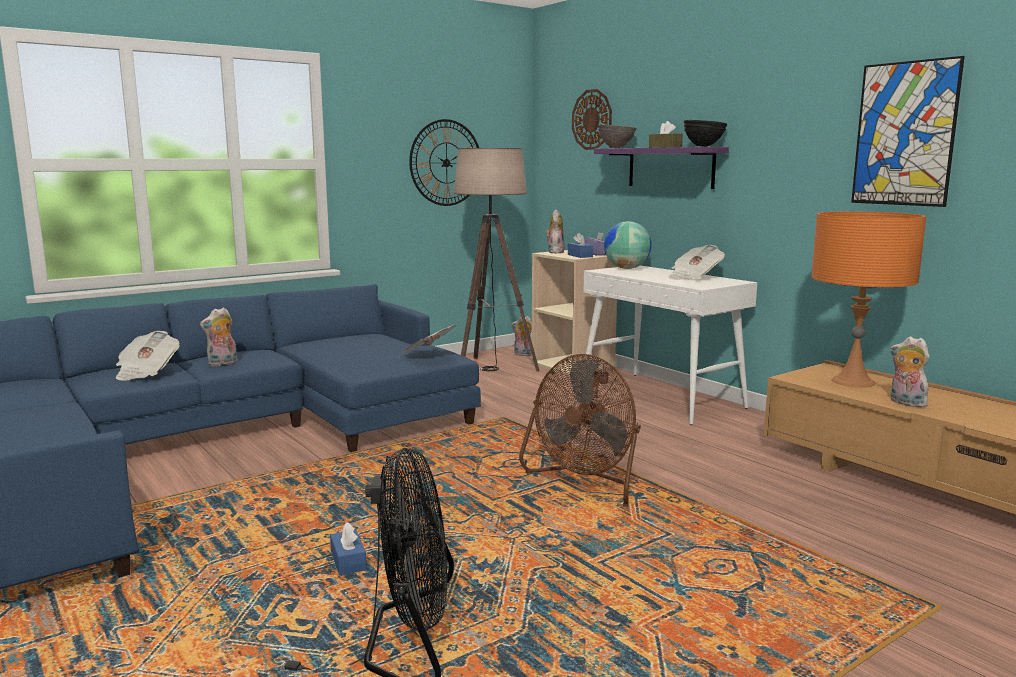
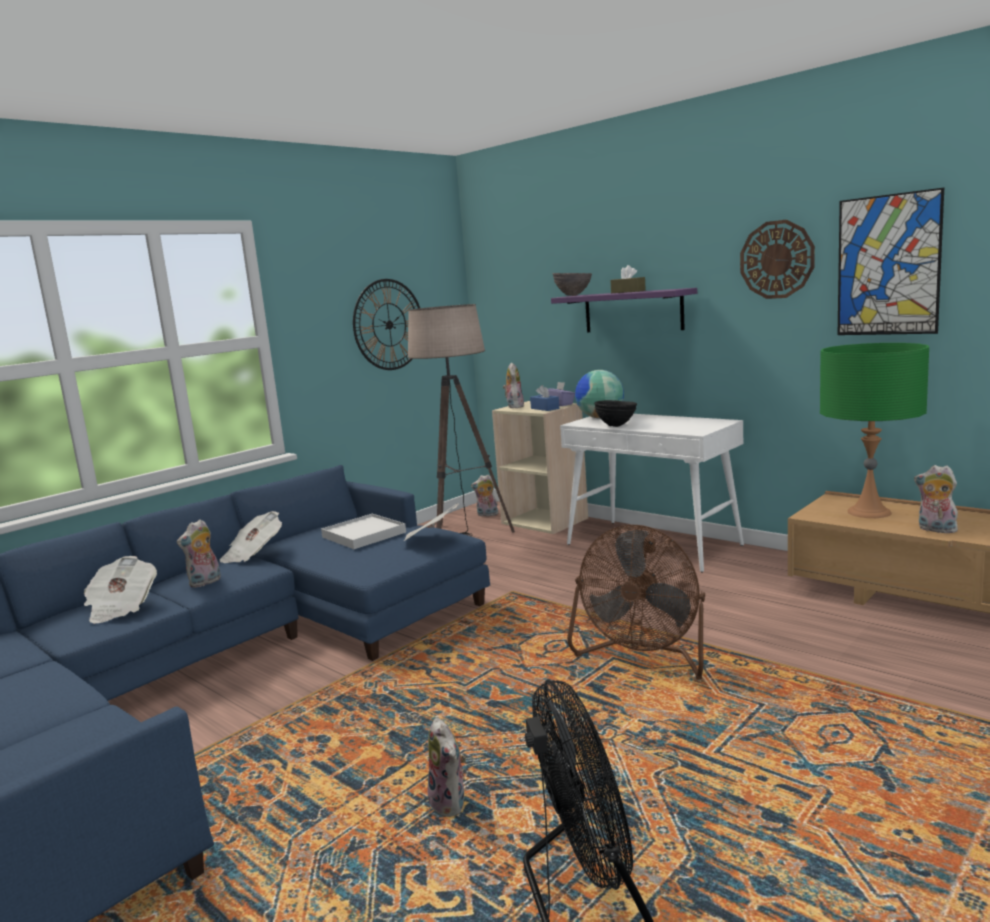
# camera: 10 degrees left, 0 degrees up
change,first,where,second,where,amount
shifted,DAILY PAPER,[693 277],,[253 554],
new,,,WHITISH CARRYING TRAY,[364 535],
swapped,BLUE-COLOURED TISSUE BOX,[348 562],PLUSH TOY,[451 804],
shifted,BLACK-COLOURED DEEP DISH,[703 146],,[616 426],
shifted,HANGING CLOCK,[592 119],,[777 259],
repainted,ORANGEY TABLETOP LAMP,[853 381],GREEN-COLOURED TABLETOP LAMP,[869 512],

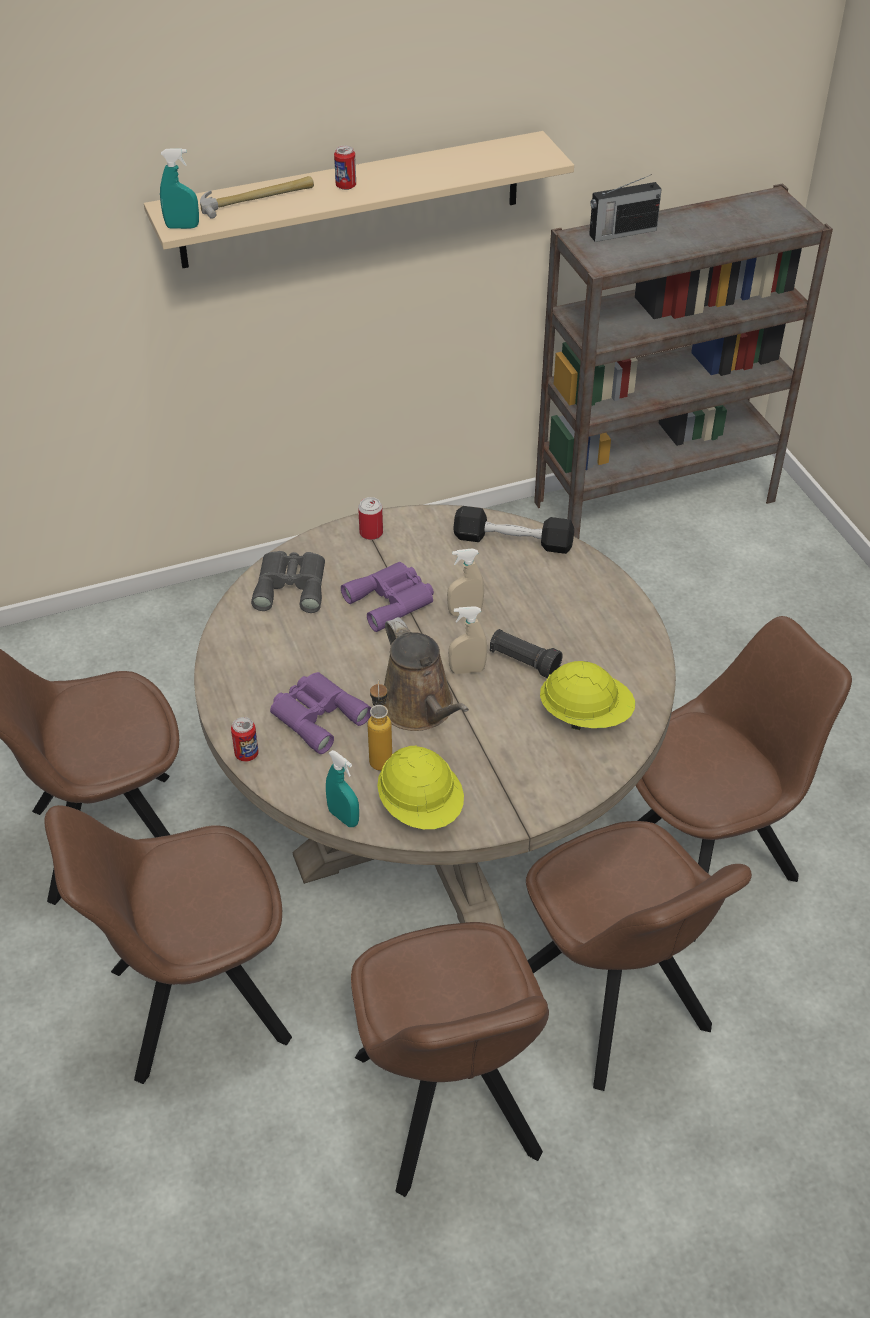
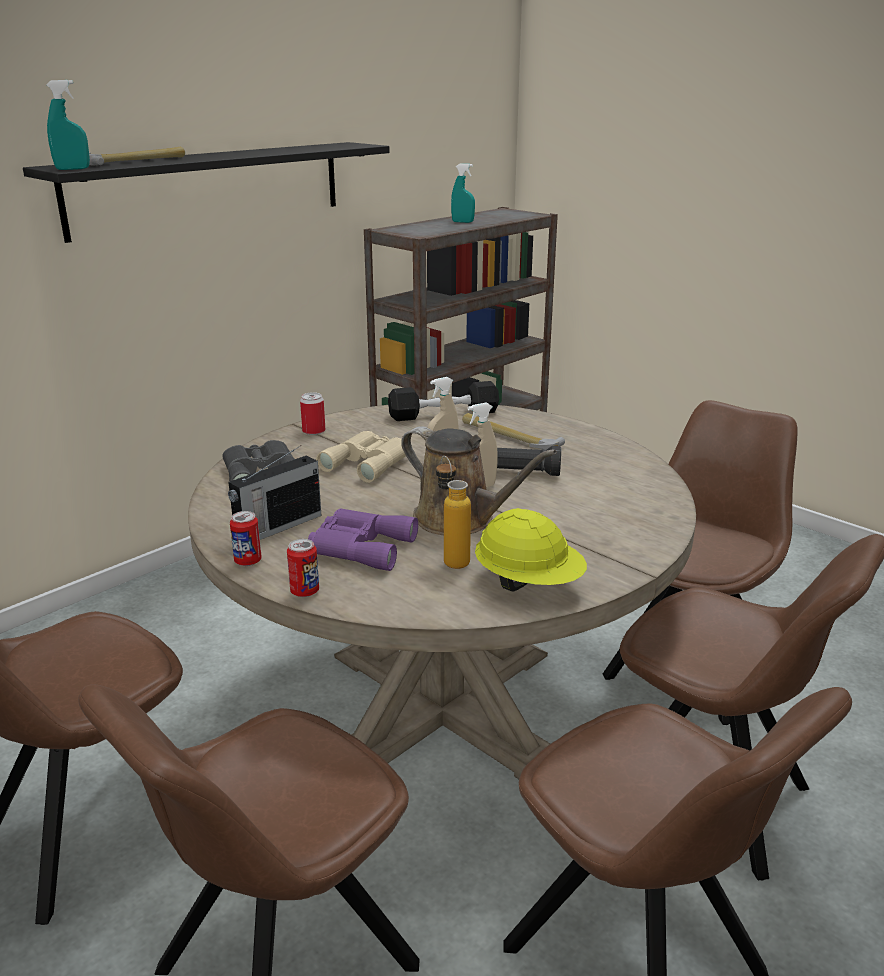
# camera: 25 degrees left, 20 degrees down
change,first,where,second,where,amount
repainted,BEIGE WALL SHELF,[351 200],BLACK-COLOURED WALL SHELF,[211 188],
shifted,RADIO,[621 232],,[277 527],
shifted,METAL CAN,[346 186],,[248 561],
repainted,PURPLE-COLOURED FIELD GLASSES,[392 600],BEIGE FIELD GLASSES,[369 462],
shifted,TURQUOISE HAND SPRAYER,[343 817],,[462 222],
new,,,HAND HAMMER,[508 437],
gone,YELLOW HARD HAT,[585 715],,,

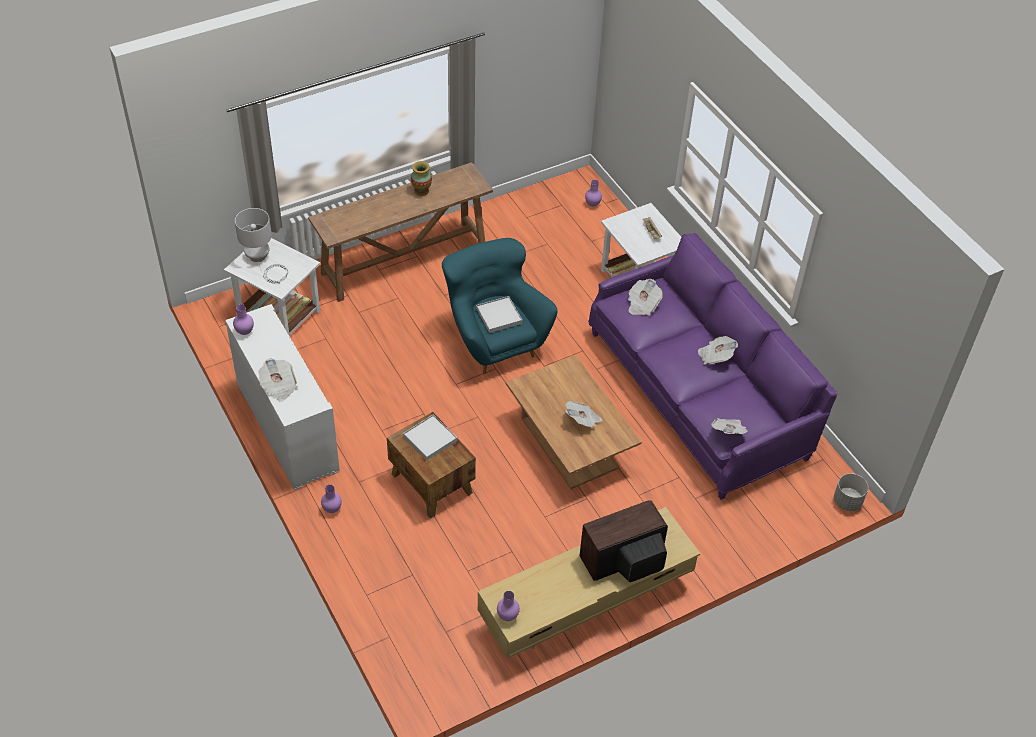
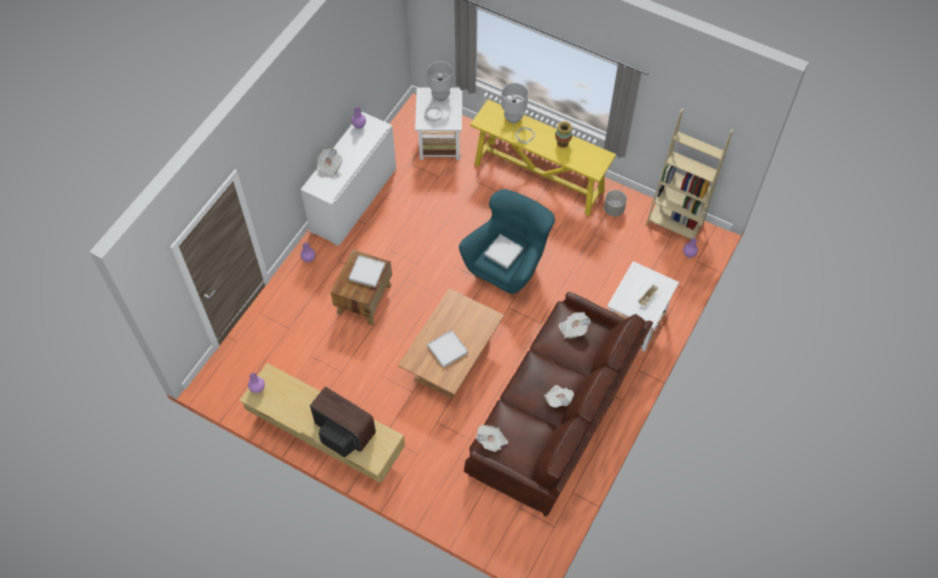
# camera: 60 degrees right, 10 degrees up
change,first,where,second,where,amount
swapped,DAILY PAPER,[583 420],WHITISH CARRYING TRAY,[447 349],
repainted,PURPLE-COLOURED SOFA,[699 393],BROWNISH SOFA,[556 415],
repainted,BROWNISH CONSOLE TABLE,[405 260],YELLOW CONSOLE TABLE,[539 178],
new,,,GRAY TABLETOP LAMP,[517 125],
shifted,GRAY FLOWER POT,[847 501],,[614 210],
new,,,BEIGE BOOKSHELF,[674 223],

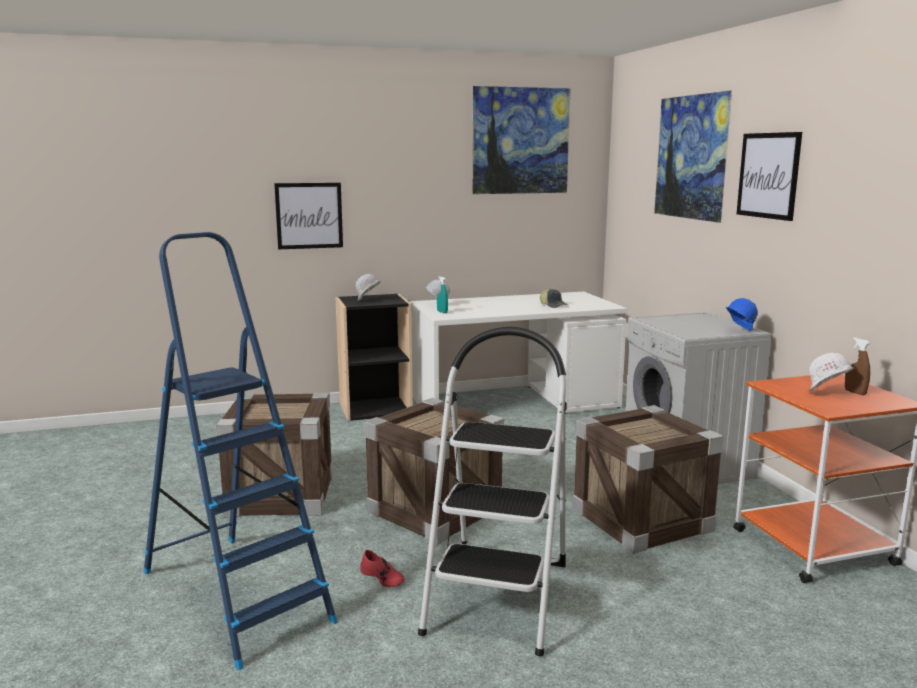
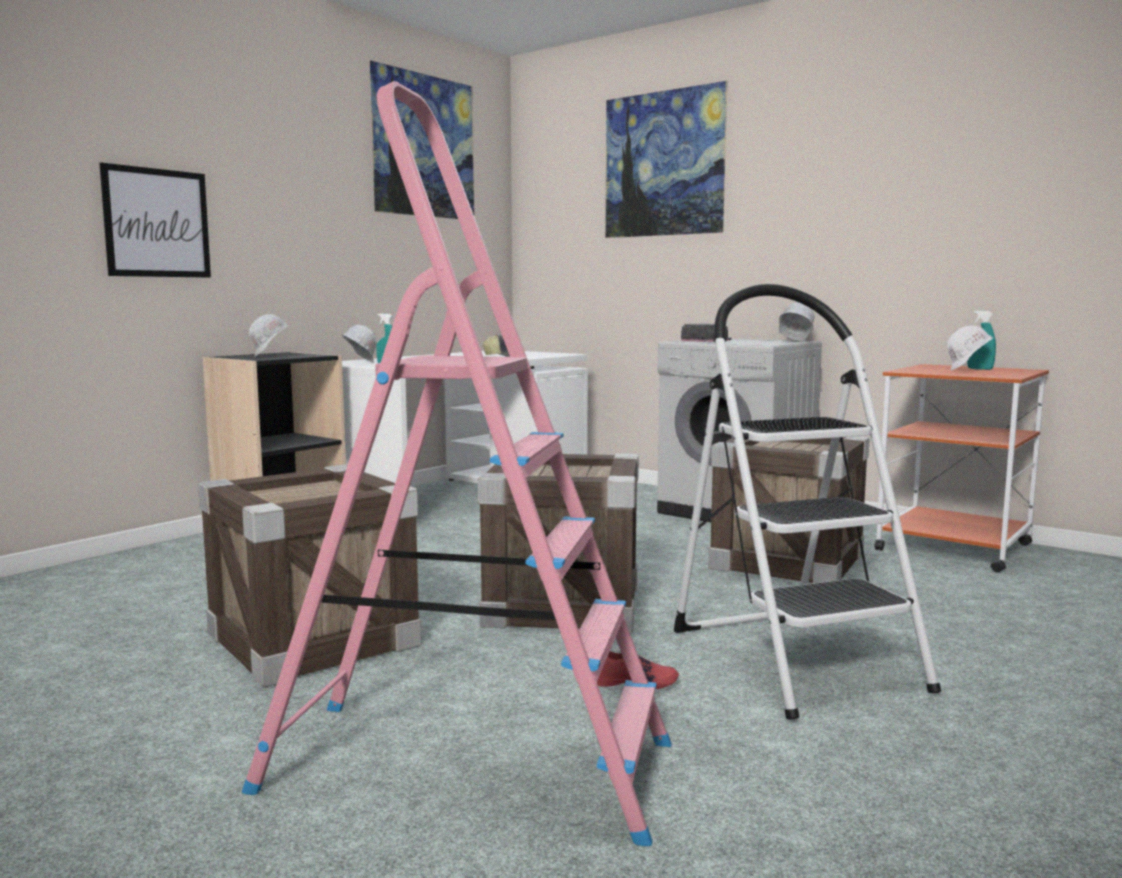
# camera: 35 degrees left, 5 degrees down
change,first,where,second,where,amount
repainted,BLUE-COLOURED STEPLADDER,[236 595],PINK-COLOURED STEPLADDER,[470 767],
new,,,BLACK-COLOURED CAP,[706 340],
repainted,BLUE-COLOURED HARD HAT,[738 331],WHITISH HARD HAT,[794 341],
repainted,BROWNISH HAND SPRAYER,[855 392],TURQUOISE HAND SPRAYER,[980 369],
gone,WALL PICTURE,[768 175],,,

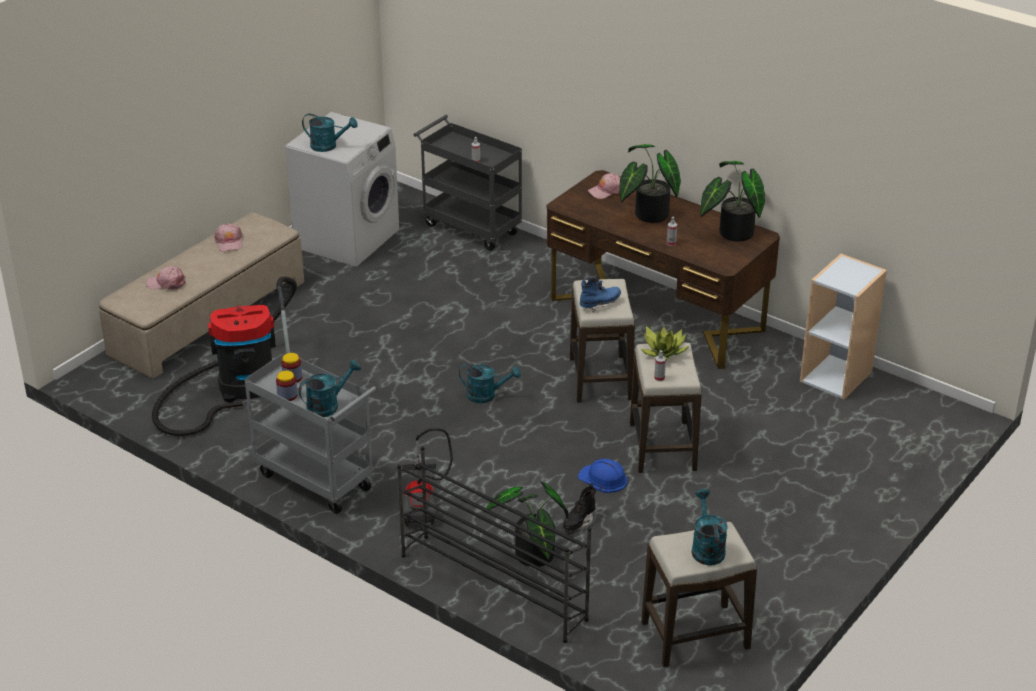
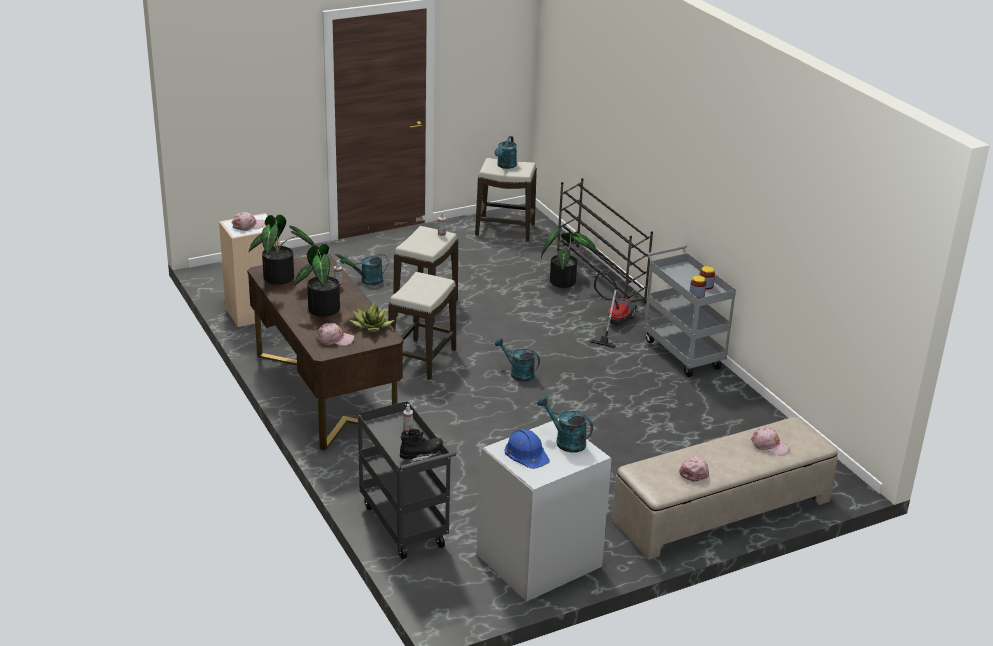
# camera: 155 degrees left, 5 degrees down
change,first,where,second,where,amount
new,,,PINK-COLOURED CAP,[248 225],
shifted,TURQUOISE WATERING POT,[328 405],,[367 280],
shifted,POTTED PLANT,[664 351],,[372 326],
shifted,BLACK-COLOURED HIGH-TOP BOOT,[579 522],,[421 455],
shifted,BLUE-COLOURED HARD HAT,[603 479],,[527 453],
gone,VACUUM CLEANER,[240 389],,,
gone,BLUE-COLOURED HIGH-TOP BOOT,[599 304],,,

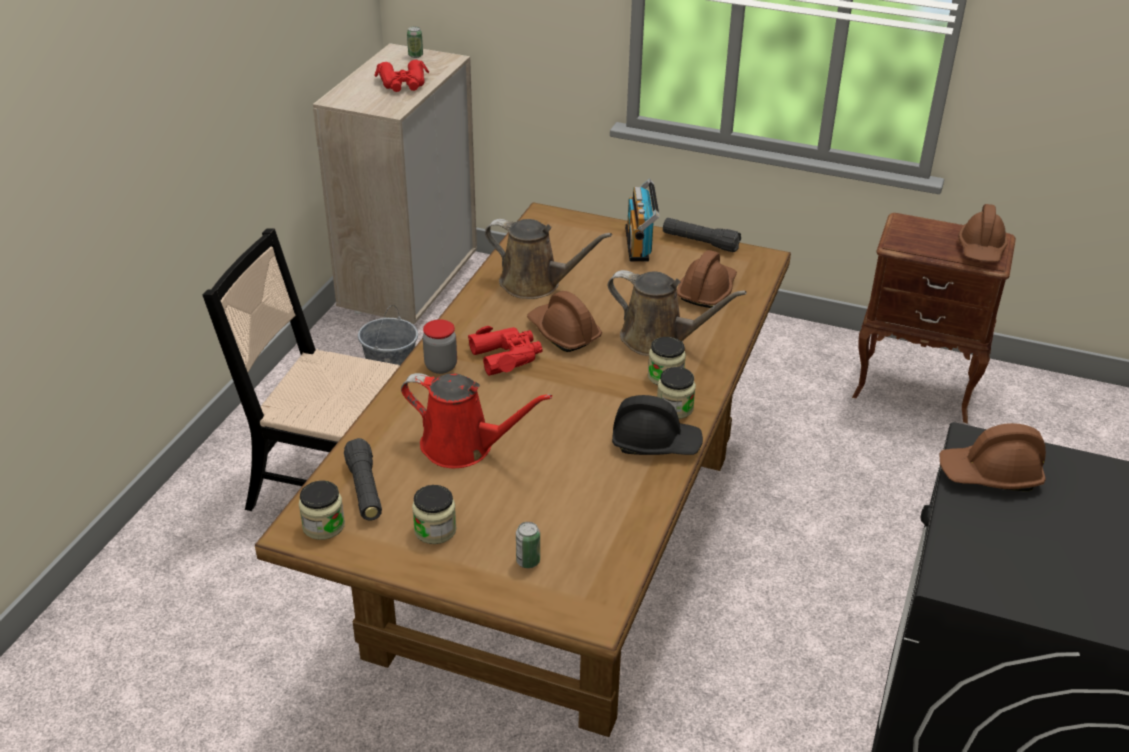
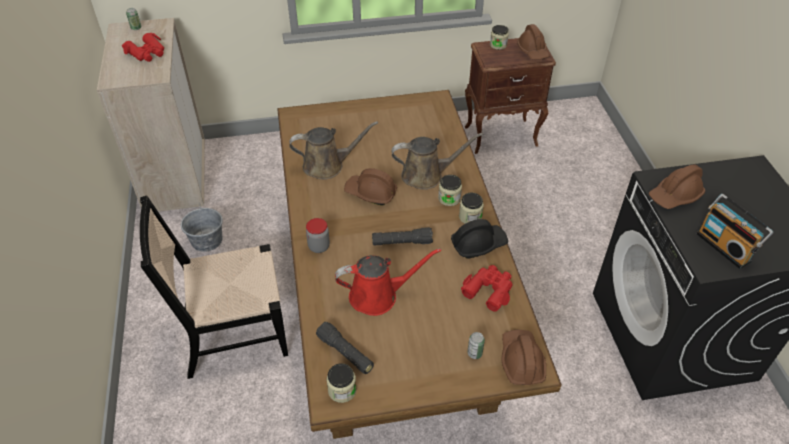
# camera: 30 degrees left, 10 degrees up
change,first,where,second,where,amount
shifted,BLACK-COLOURED HAND TORCH,[700 242],,[402 242],
shifted,RED-COLOURED FIELD GLASSES,[507 356],,[489 290],
shifted,PRESERVE JAR,[435 530],,[498 45],
shifted,BROWNISH HARD HAT,[707 291],,[521 361],
shifted,RADIO,[640 244],,[725 247],

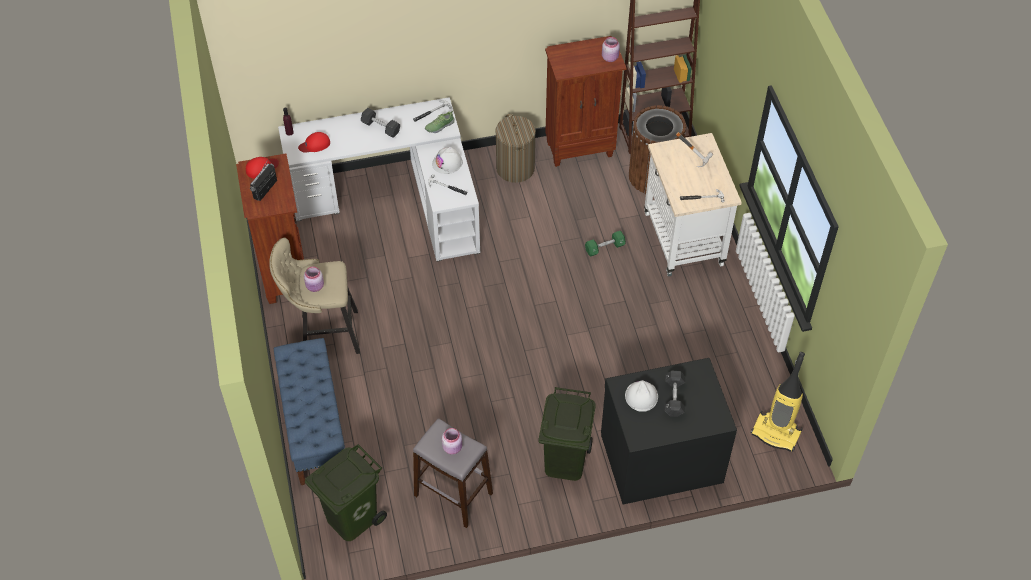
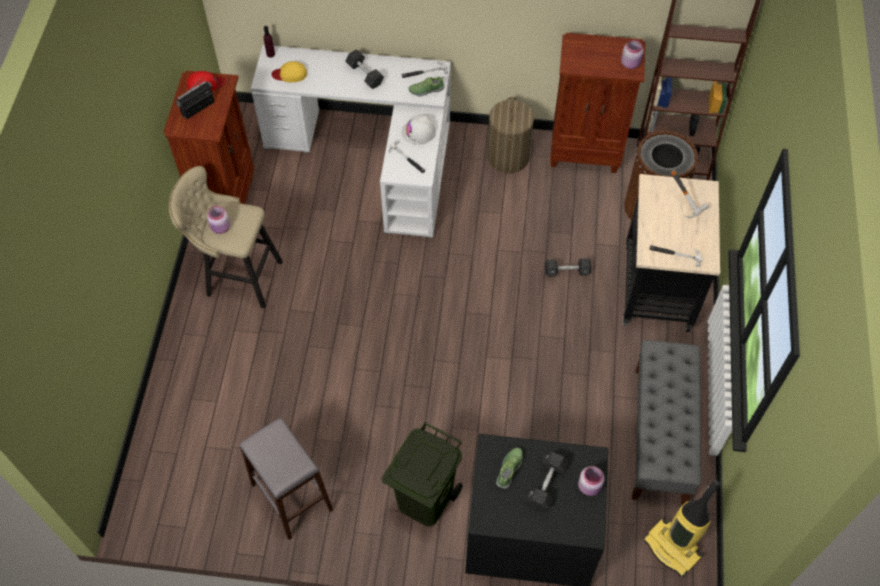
# camera: 20 degrees right, 5 degrees up
change,first,where,second,where,amount
repainted,RED-COLOURED CAP,[315 144],YELLOW CAP,[290 74],
swapped,WHITISH HARD HAT,[641 396],ITEM OF FOOTWEAR,[509 469],
repainted,GREEN-COLOURED FREE WEIGHT,[604 248],BLACK-COLOURED FREE WEIGHT,[567 272],
shifted,PINK-COLOURED PRESERVE JAR,[453 447],,[590 486],
repainted,WHITISH TROLLEY,[684 240],BLACK-COLOURED TROLLEY,[657 289],
new,,,GRAY INDOOR BENCH,[659 435],
gone,BLUE-COLOURED INDOOR BENCH,[314 425],,,
gone,GREEN-COLOURED RUBBISH BIN,[351 517],,,

